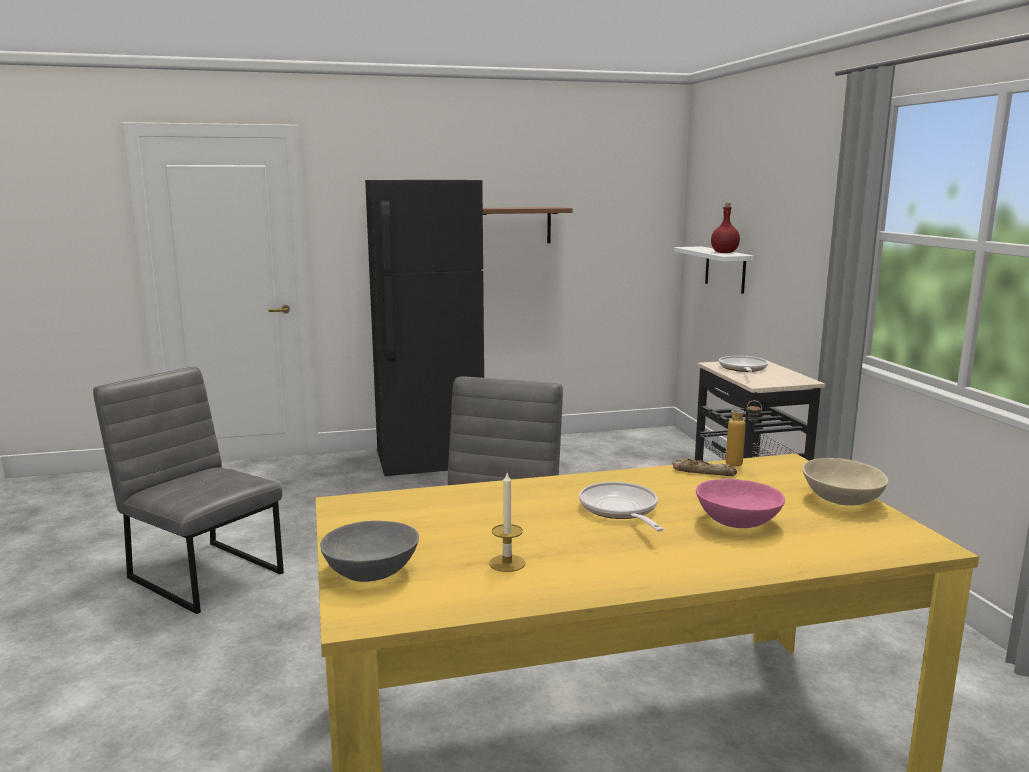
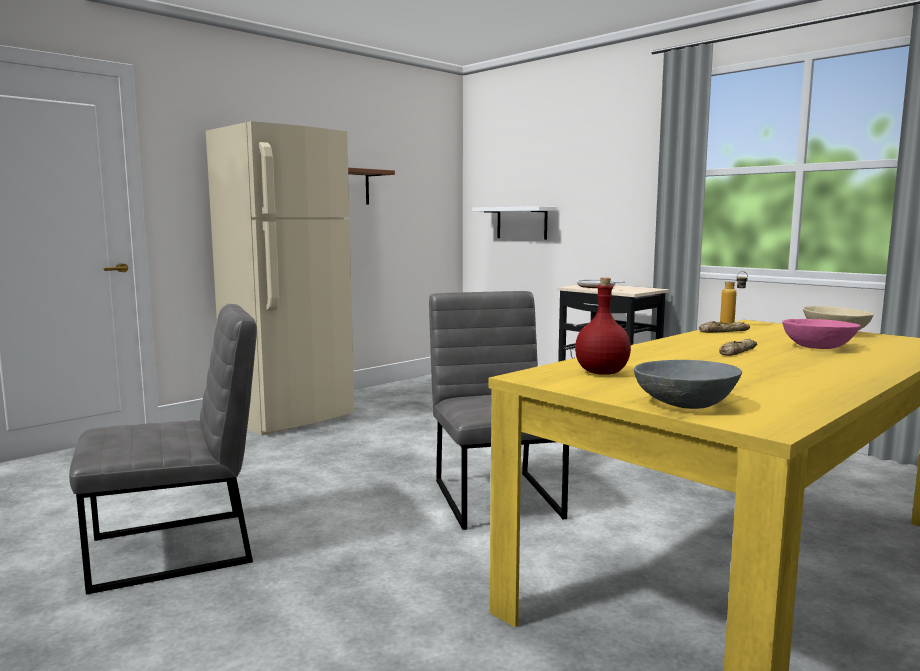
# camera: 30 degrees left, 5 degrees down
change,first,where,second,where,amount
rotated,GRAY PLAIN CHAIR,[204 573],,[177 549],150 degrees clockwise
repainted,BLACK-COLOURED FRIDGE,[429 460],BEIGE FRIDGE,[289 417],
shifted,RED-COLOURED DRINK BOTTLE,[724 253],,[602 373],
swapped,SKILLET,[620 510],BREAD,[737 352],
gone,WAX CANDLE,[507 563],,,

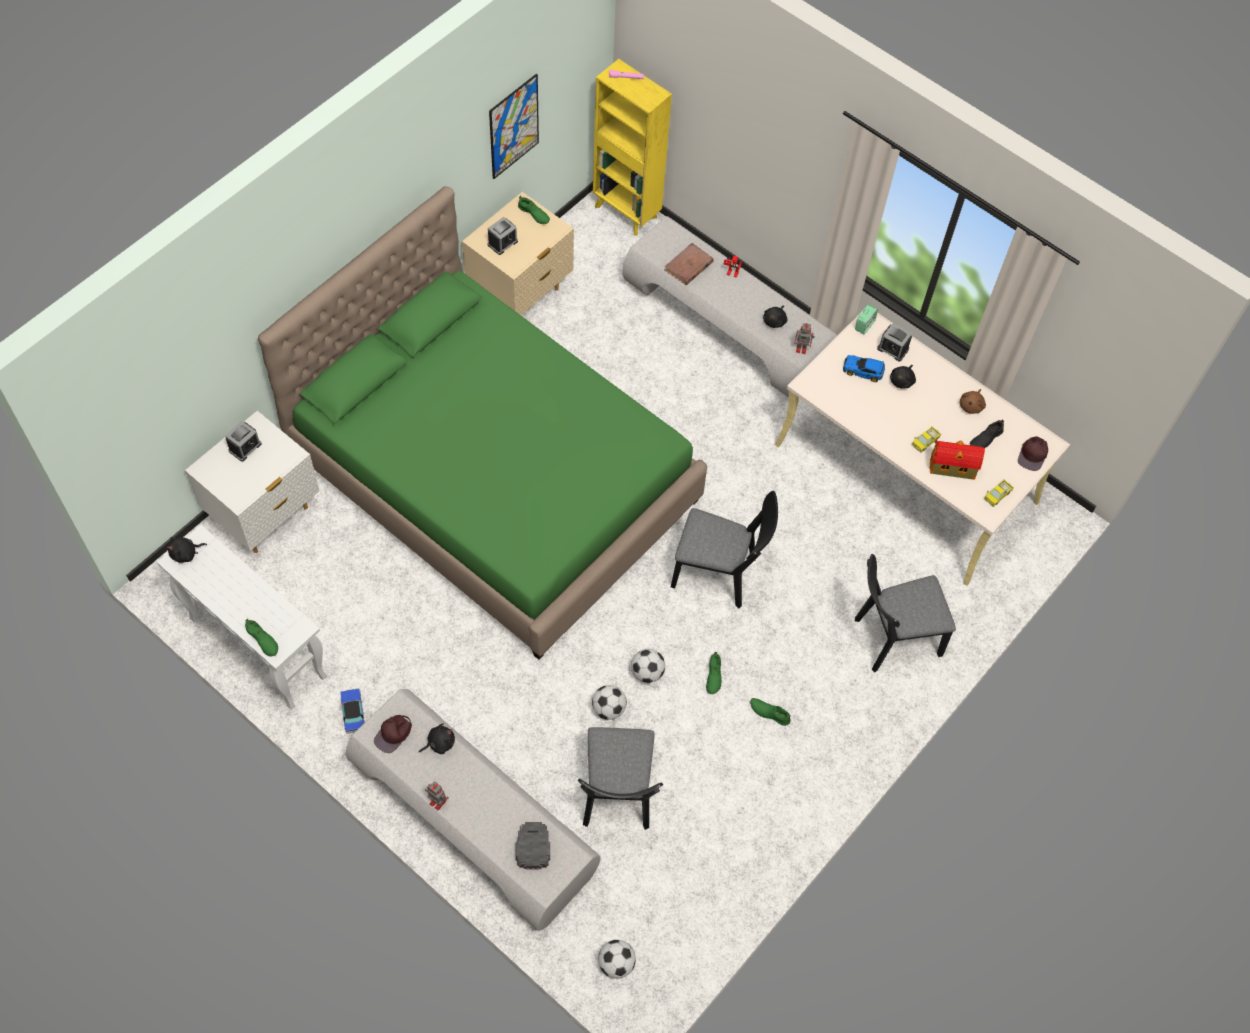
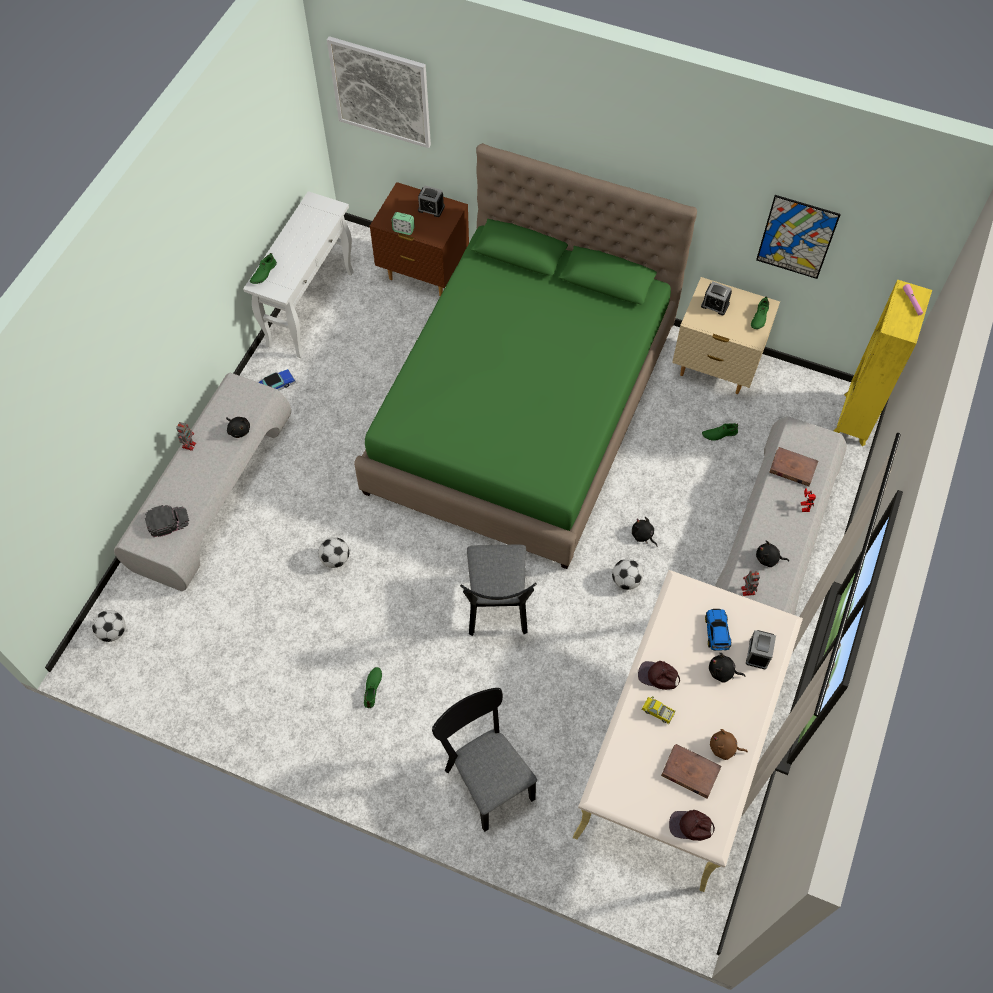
# camera: 75 degrees right, 0 degrees up
change,first,where,second,where,amount
new,,,WALL PICTURE,[381 92],
repainted,WHITISH NIGHT TABLE,[265 515],BROWNISH NIGHT TABLE,[423 273],
shifted,ALARM CLOCK,[864 325],,[403 230],
shifted,FOOTBALL BALL,[647 672],,[626 581],
shifted,BLACK-COLOURED PLUSH TOY,[186 553],,[643 535],
shifted,BROWNISH CAP,[393 734],,[658 676],
swapped,BLACK-COLOURED ITEM OF FOOTWEAR,[986 438],BROWNISH BOOK,[690 772],
shifted,GREEN-COLOURED ITEM OF FOOTWEAR,[713 676],,[719 434],
gone,BLACK-COLOURED PLAIN CHAIR,[617 797],,,
gone,MINIATURE HOUSE,[953 467],,,
gone,MODEL TRUCK,[997 495],,,

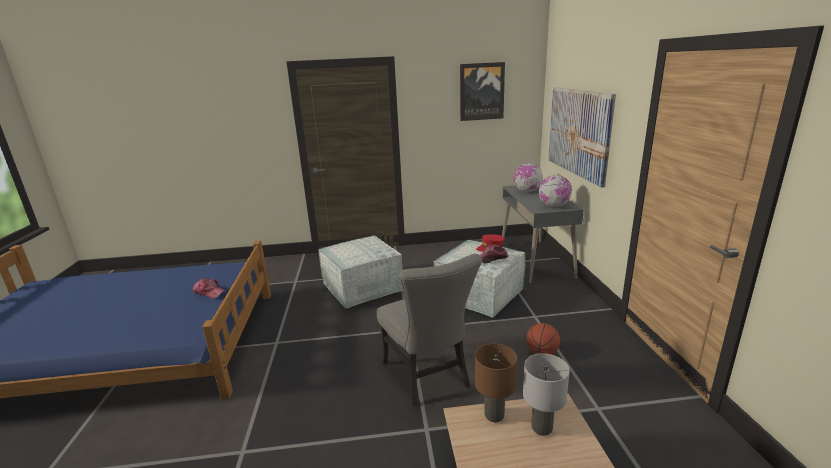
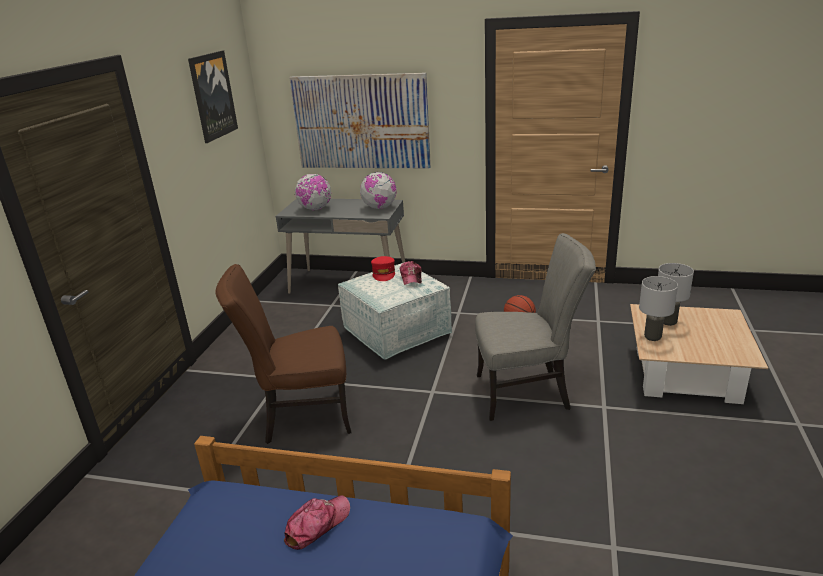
# camera: 70 degrees left, 5 degrees up
change,first,where,second,where,amount
swapped,WHITISH FOOTREST,[363 289],BROWNISH PLAIN CHAIR,[300 416],
repainted,BROWNISH TABLETOP LAMP,[495 416],WHITISH TABLETOP LAMP,[652 337],

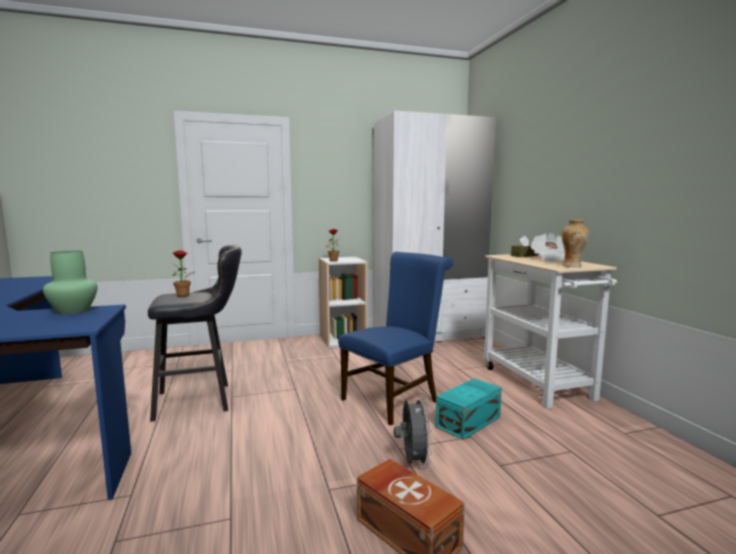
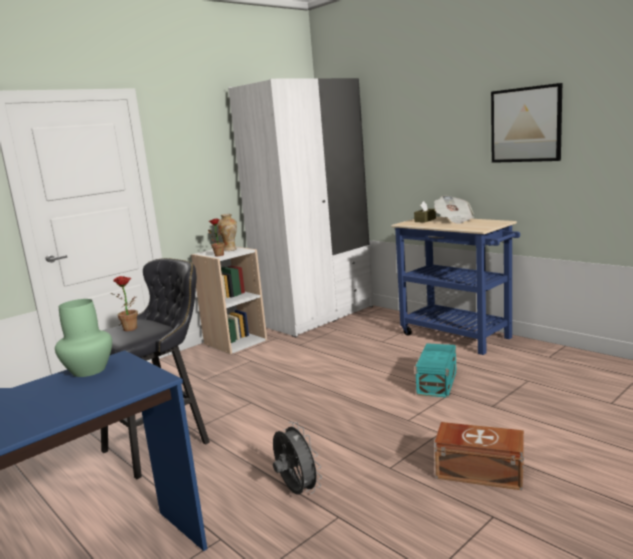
# camera: 25 degrees left, 5 degrees up
change,first,where,second,where,amount
shifted,FLOWER VASE,[572 266],,[230 250],
shifted,GRAY FAN,[413 462],,[296 491],
repainted,WHITISH TROLLEY,[537 383],BLUE-COLOURED TROLLEY,[457 336],
new,,,WALL PICTURE,[525 125],
gone,BLUE-COLOURED PLAIN CHAIR,[394 399],,,

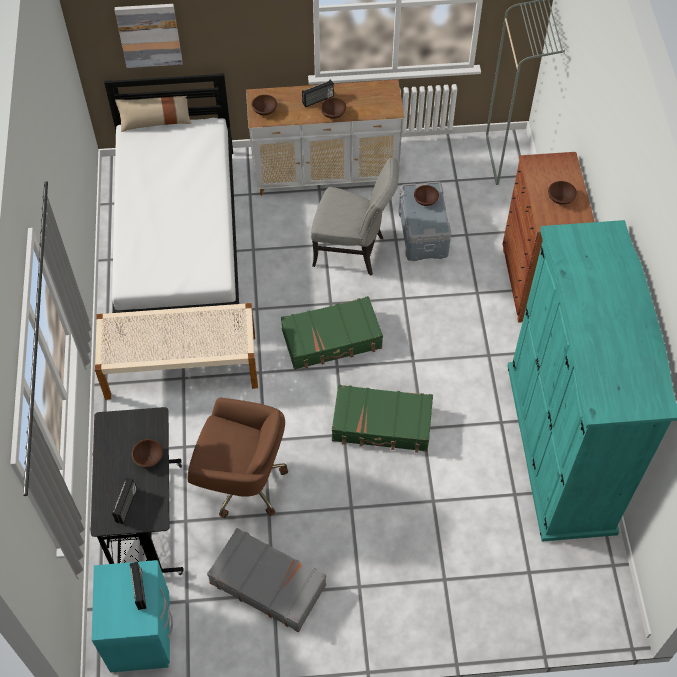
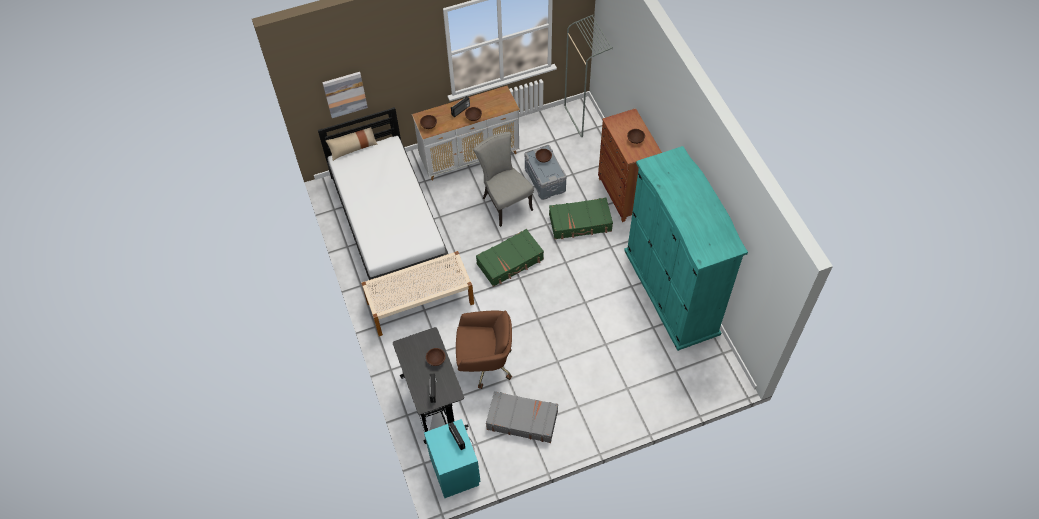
# camera: 15 degrees left, 0 degrees up
change,first,where,second,where,amount
rotated,GRAY PLAIN CHAIR,[353 251],,[504 202],120 degrees counterclockwise
shifted,GREEN-COLOURED PIECE OF LUGGAGE,[382 425],,[580 223],

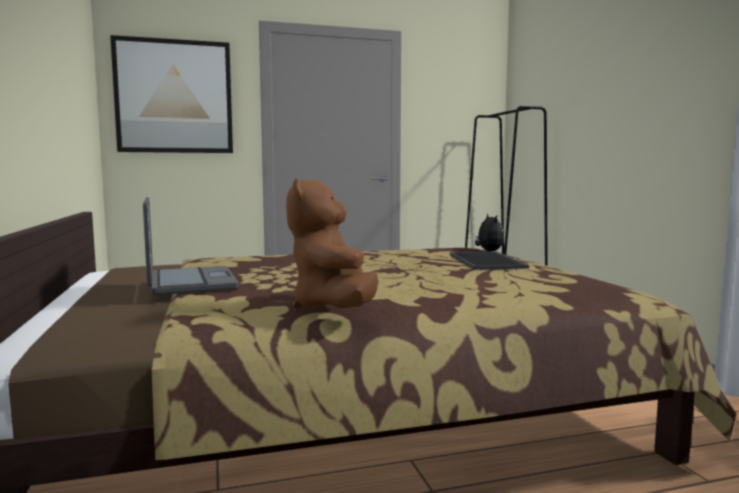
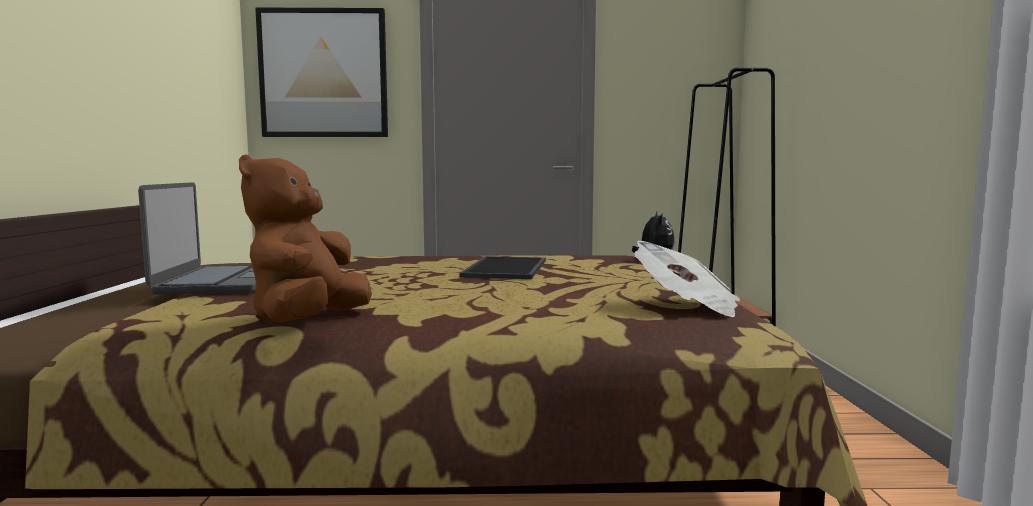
# camera: 15 degrees right, 0 degrees up
change,first,where,second,where,amount
shifted,CARRYING TRAY,[488 261],,[507 268],
new,,,DAILY PAPER,[687 307],

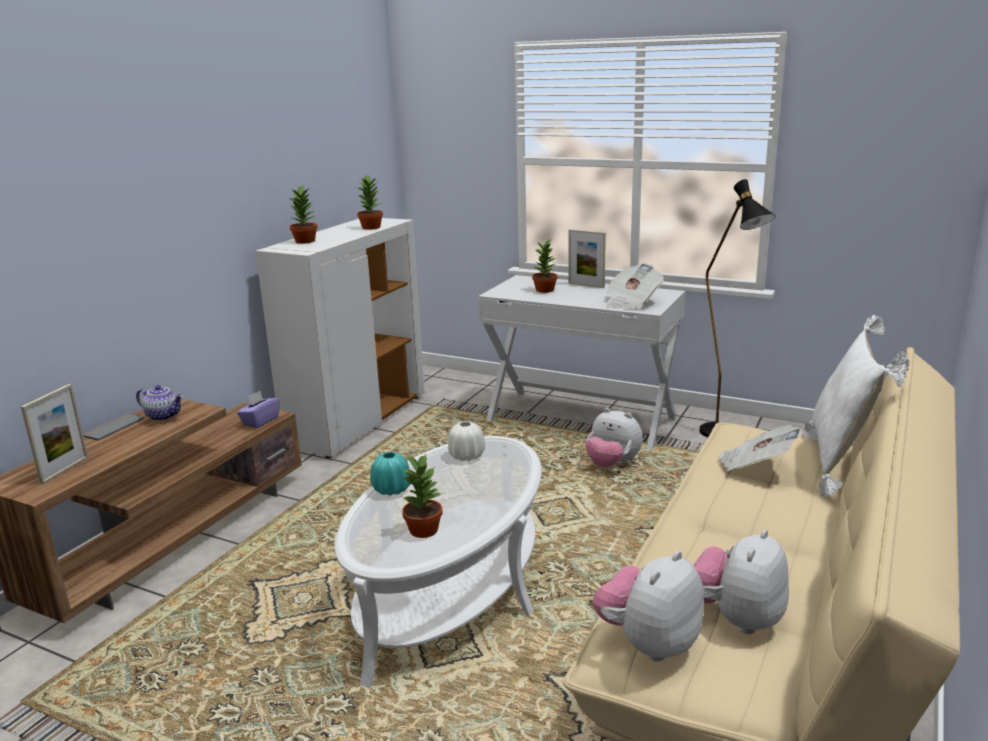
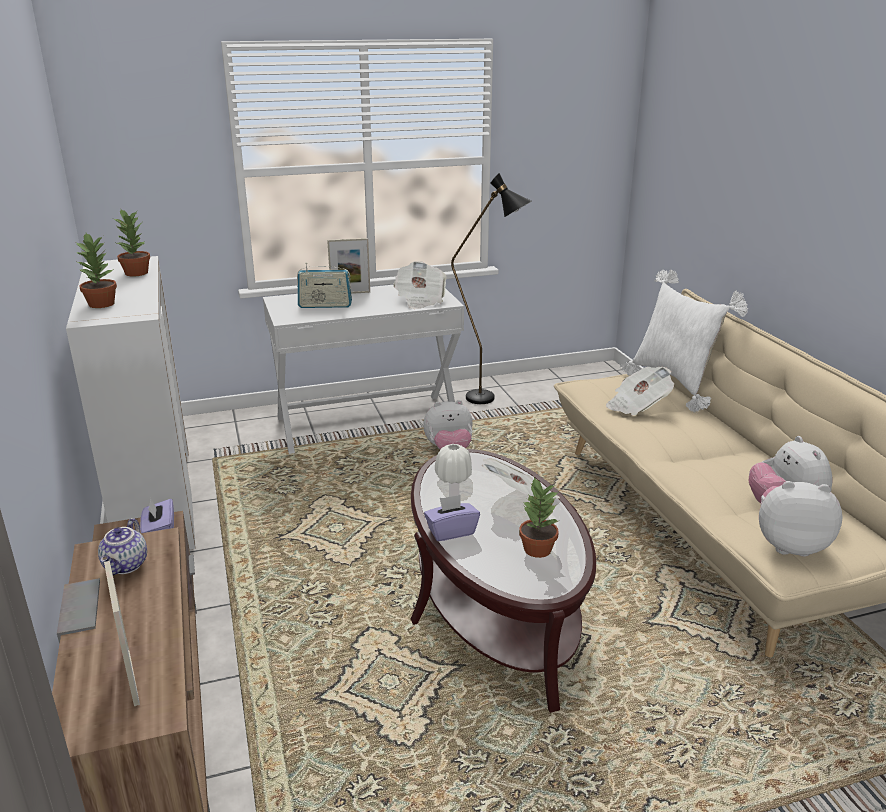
# camera: 45 degrees left, 5 degrees up
change,first,where,second,where,amount
rotated,TEA POT,[164 416],,[126 565],120 degrees clockwise
swapped,POTTED PLANT,[545 290],RADIO,[325 305],
repainted,WHITISH LOW TABLE,[451 591],BROWNISH LOW TABLE,[494 605],
swapped,TURQUOISE FLOWER VASE,[391 489],PURPLE-COLOURED TISSUE BOX,[451 531],
new,,,DAILY PAPER,[519 498],
rotated,PLUSH TOY,[649 644],,[789 545],105 degrees clockwise

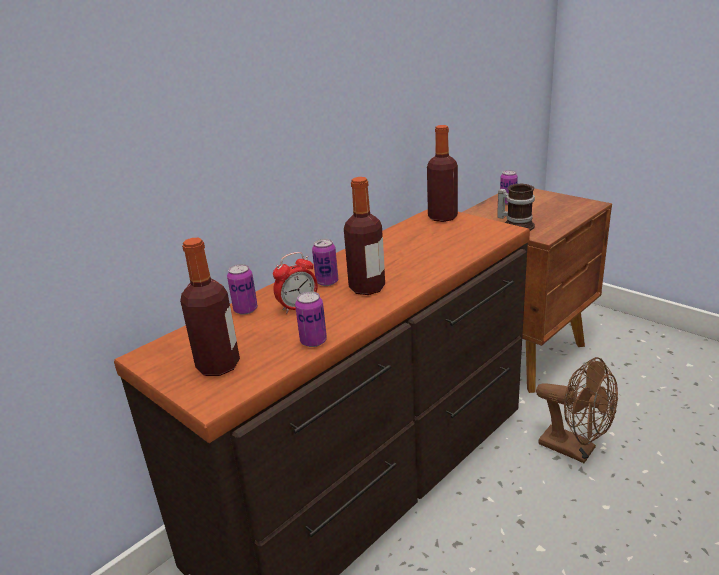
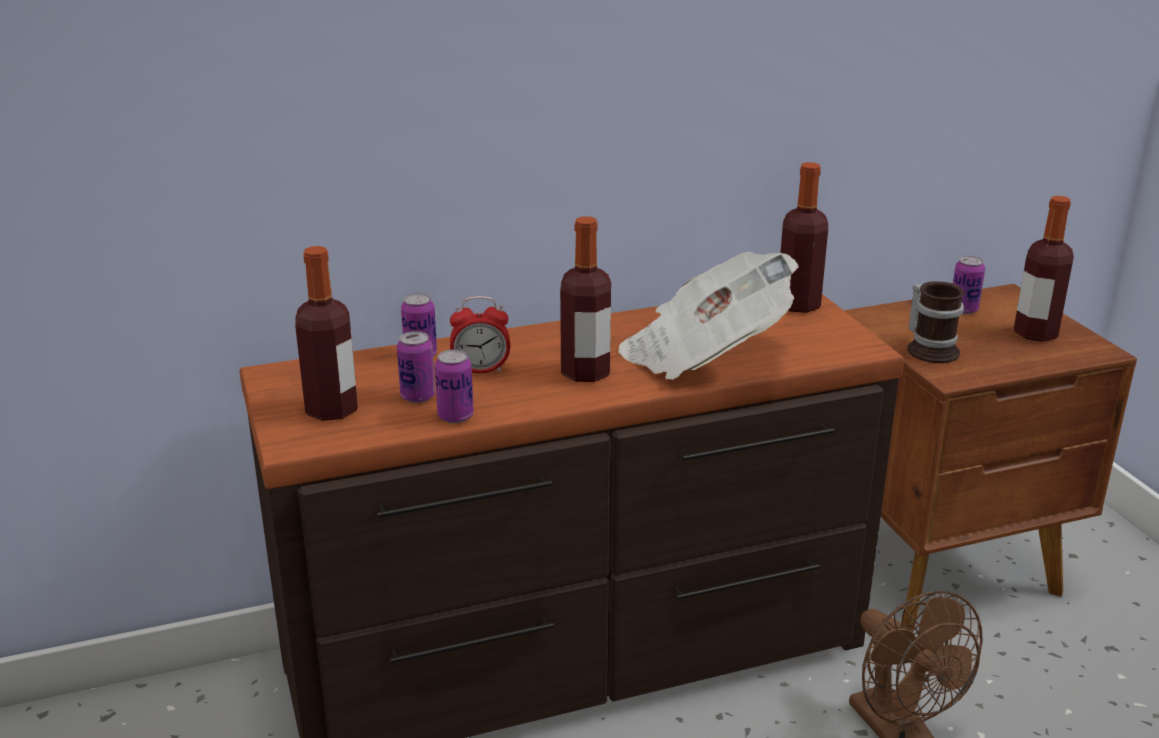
# camera: 25 degrees right, 0 degrees up
change,first,where,second,where,amount
shifted,METAL CAN,[327 282],,[418 396],
new,,,DAILY PAPER,[704 355],
new,,,DRINK BOTTLE,[1035 333],

